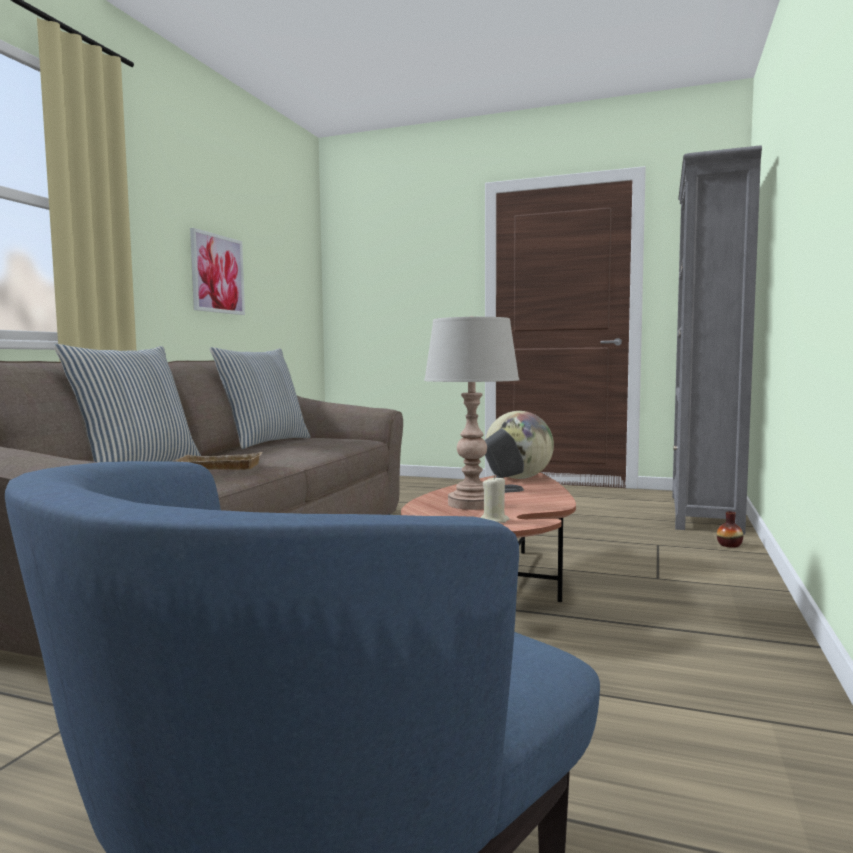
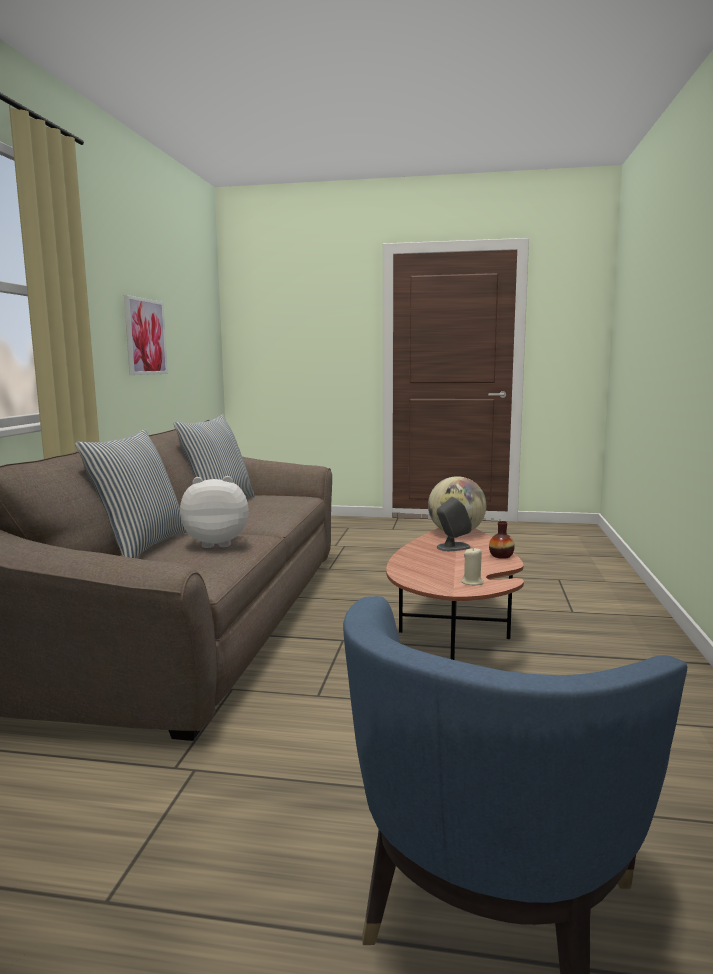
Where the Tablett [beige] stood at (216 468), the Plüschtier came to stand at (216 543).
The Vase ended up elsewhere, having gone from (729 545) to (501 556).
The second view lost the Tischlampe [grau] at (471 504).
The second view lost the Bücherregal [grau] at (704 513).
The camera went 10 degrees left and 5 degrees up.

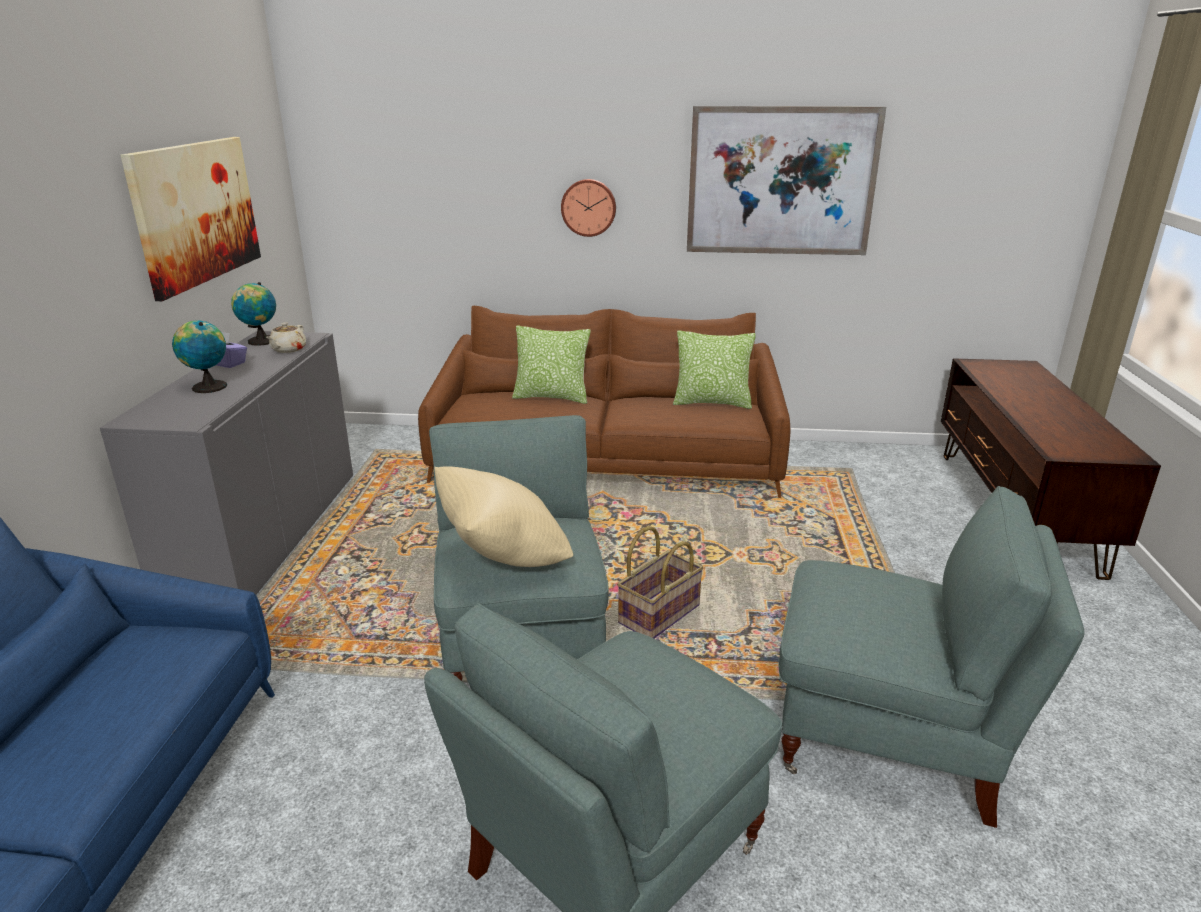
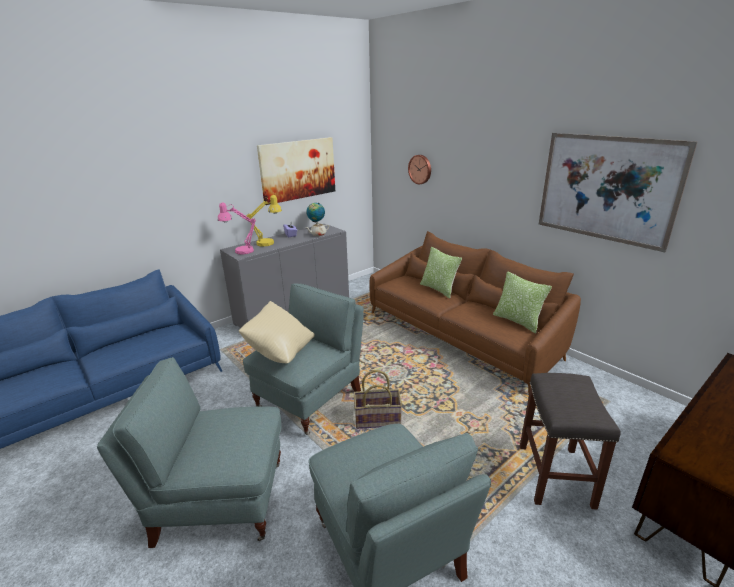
The second view gained the Tischlampe [rosa] at (240 251).
Where the Globus stood at (208 387), the Tischlampe [gelb] came to stand at (269 243).
The Wanduhr ended up elsewhere, having gone from (588 207) to (420 169).
The second view gained the Hocker [grau] at (556 476).
The camera went 45 degrees right and 0 degrees up.

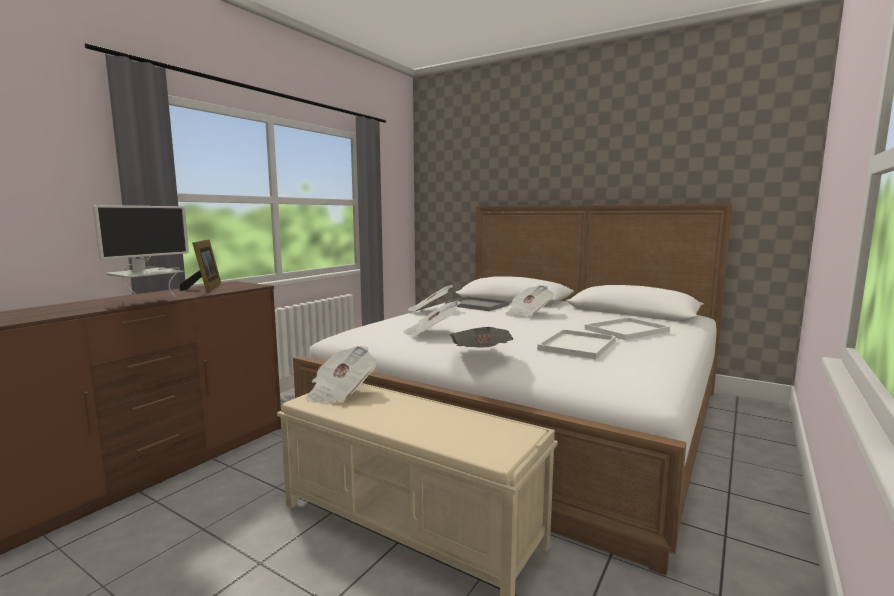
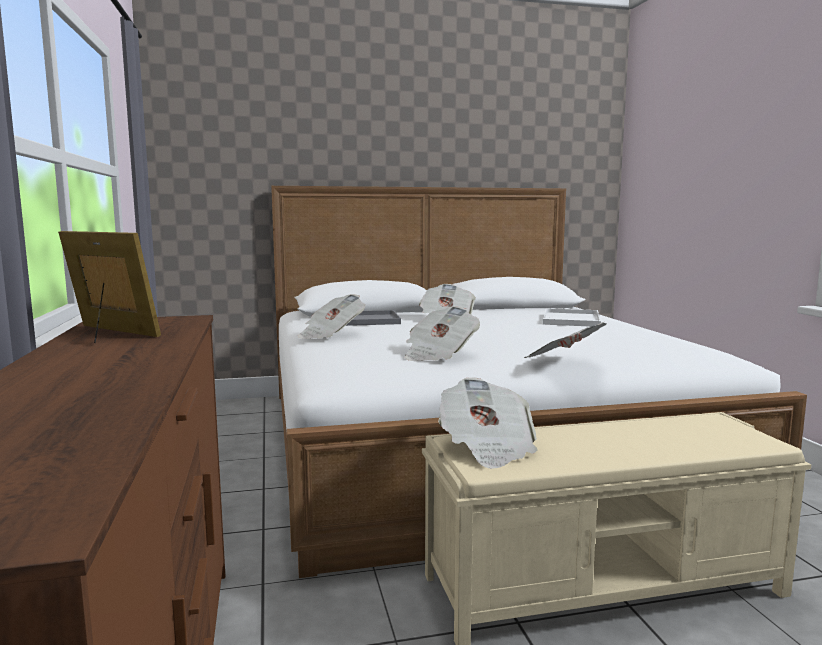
The second view lost the Monitor at (149 301).
The second view lost the Tablett [weiß] at (578 346).
The camera went 45 degrees left and 0 degrees up.

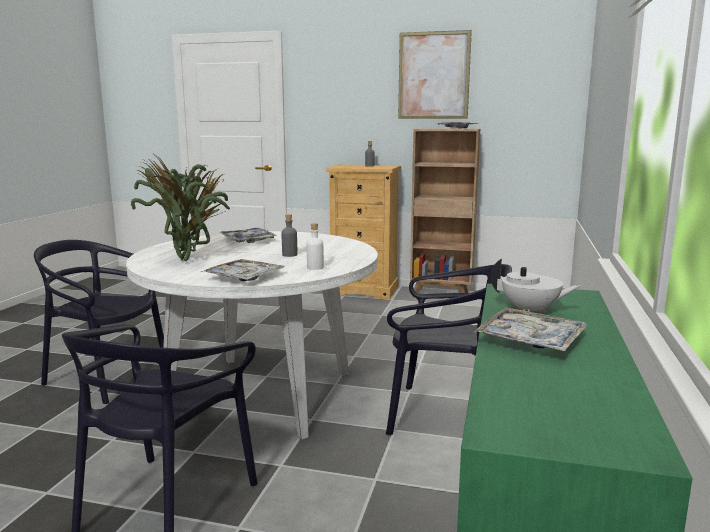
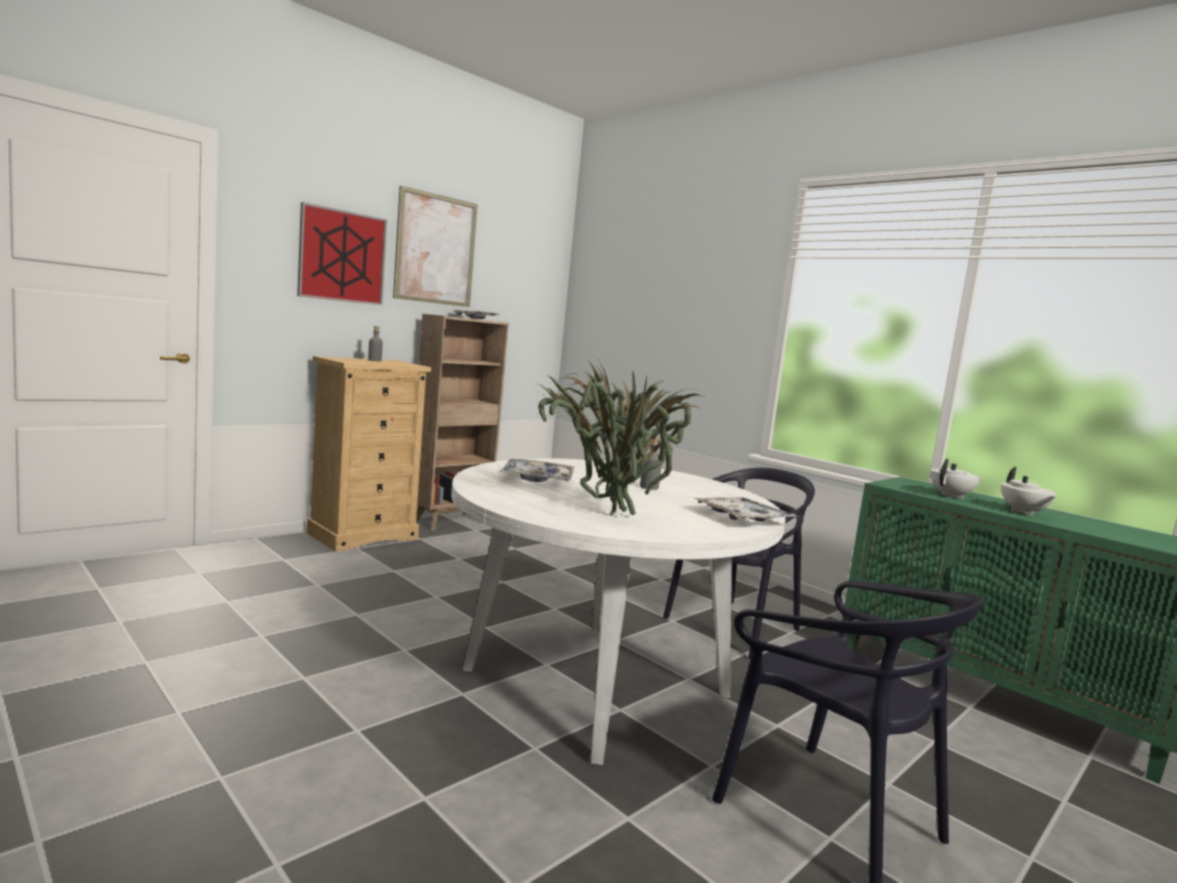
The second view gained the Bild at (342 256).
Where the Tablett stood at (531 340), the Teekanne [weiß] came to stand at (1023 512).
The second view lost the Stuhl [schwarz] at (106 377).
The second view lost the Flasche [weiß] at (315 267).
The camera went 60 degrees left and 5 degrees down.

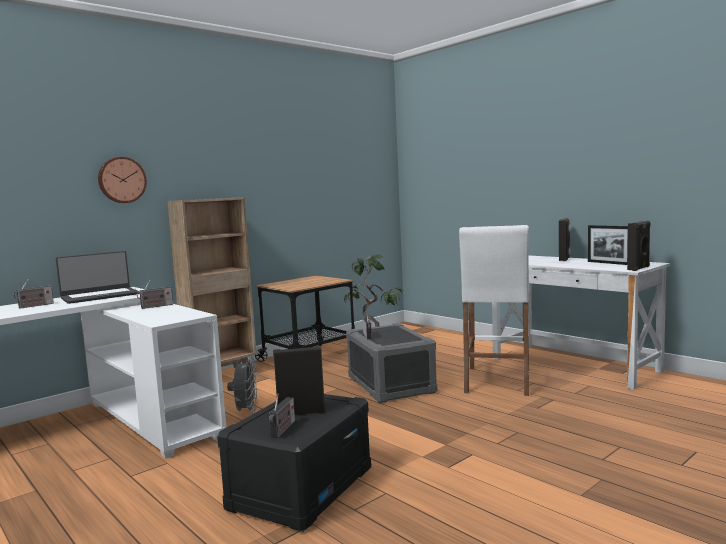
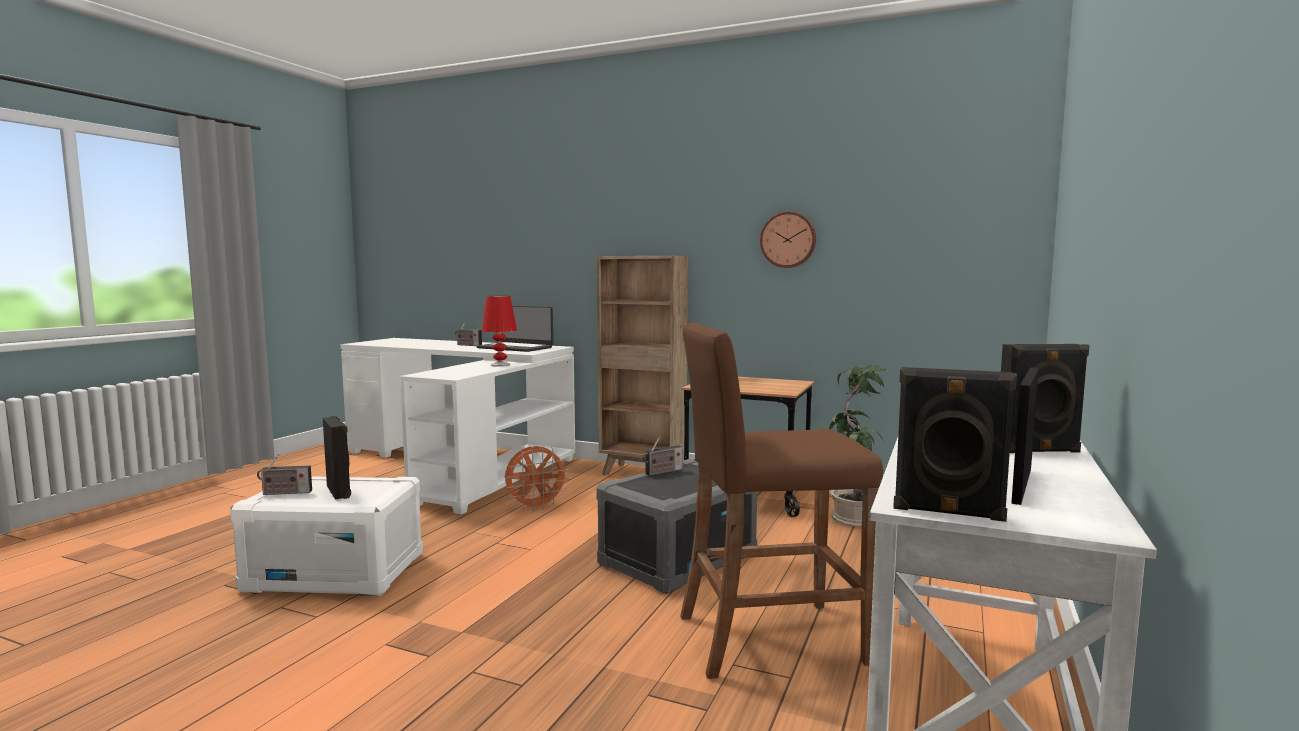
What was the Aufbewahrungsbox [schwarz] at (301 488) turned into the Aufbewahrungsbox [weiß] at (336 572).
Where the Radio stood at (155 306), the Tischlampe [rot] came to stand at (500 365).
What was the Ventilator [grau] at (246 412) turned into the Ventilator [orange] at (536 507).
What was the Hocker [weiß] at (497 381) turned into the Hocker [braun] at (769 638).
The Wanduhr ended up elsewhere, having gone from (121 180) to (788 240).
The camera went 65 degrees right and 0 degrees up.

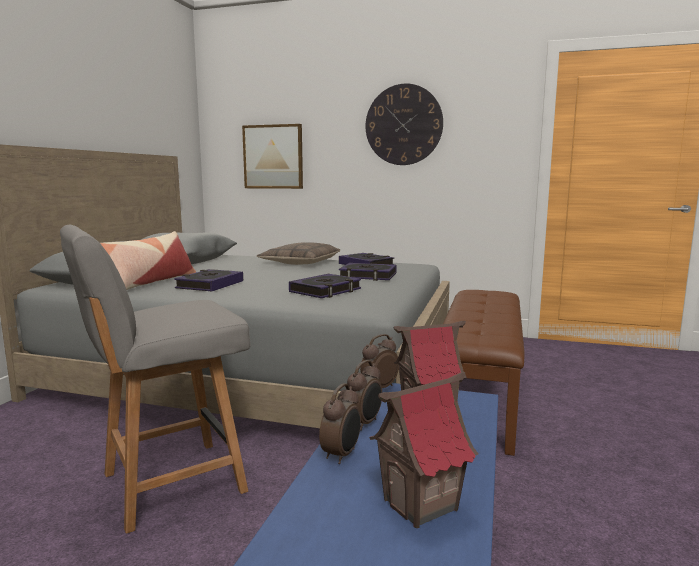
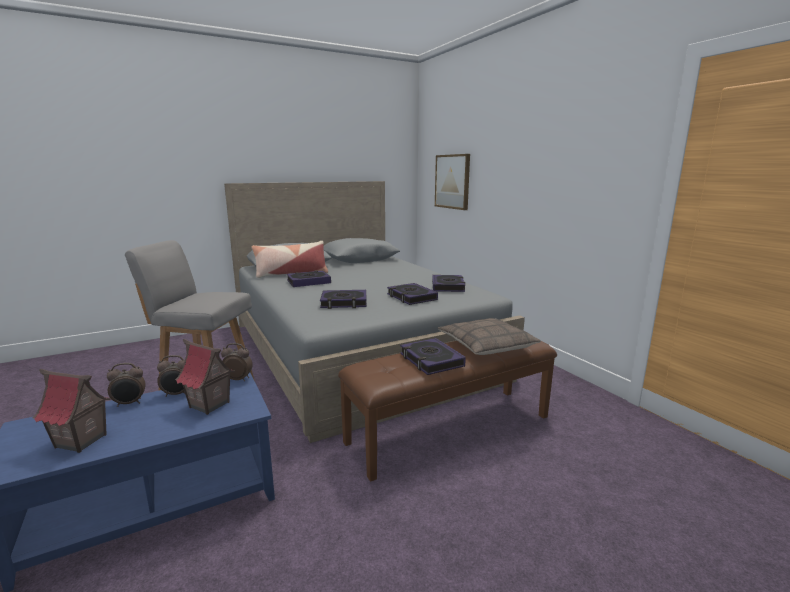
The second view gained the Buch at (431 360).
The Kissen ended up elsewhere, having gone from (300 262) to (486 345).
The second view lost the Wanduhr at (403 125).
The camera went 45 degrees right and 5 degrees up.

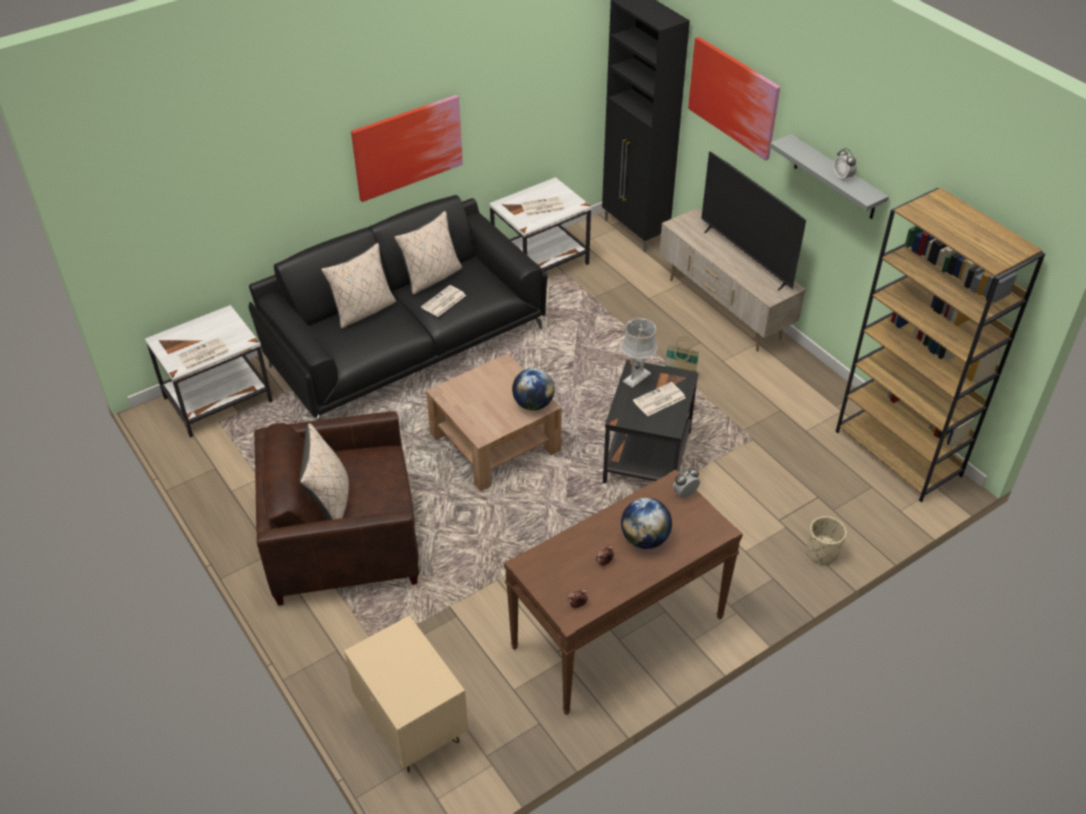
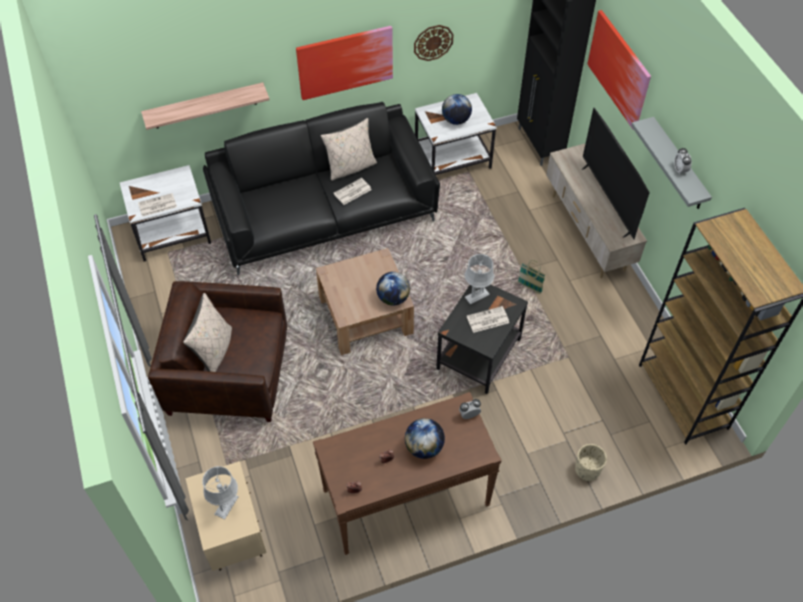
The second view gained the Wandregal at (204 106).
The second view gained the Tischlampe [grau] at (226 506).
The second view gained the Wanduhr at (433 42).
Where the Zeitung stood at (542 207), the Globus came to stand at (456 120).
The second view lost the Kissen [beige] at (363 311).
The camera went 15 degrees right and 10 degrees up.

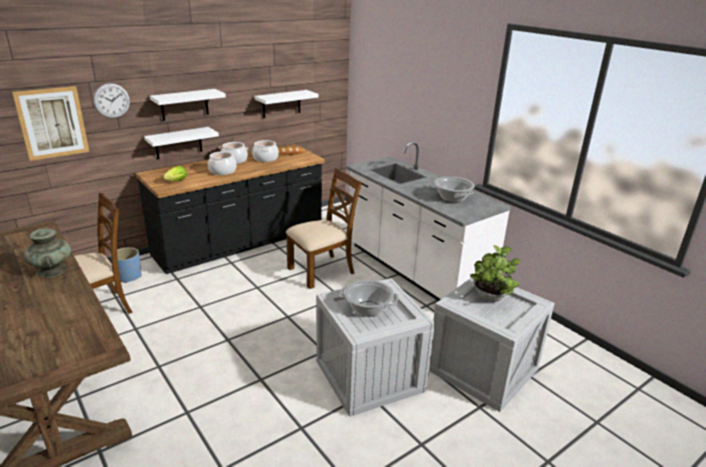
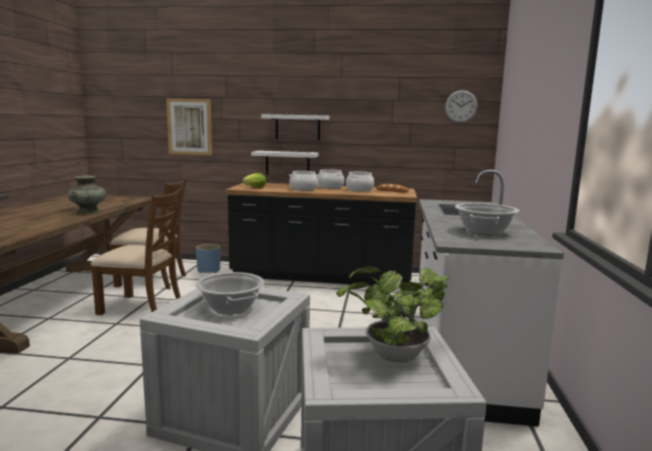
The Stuhl [braun] ended up elsewhere, having gone from (322 270) to (142 307).
The Wanduhr ended up elsewhere, having gone from (111 100) to (461 106).
The second view lost the Wandregal [weiß] at (281 104).
The camera went 45 degrees right and 15 degrees down.

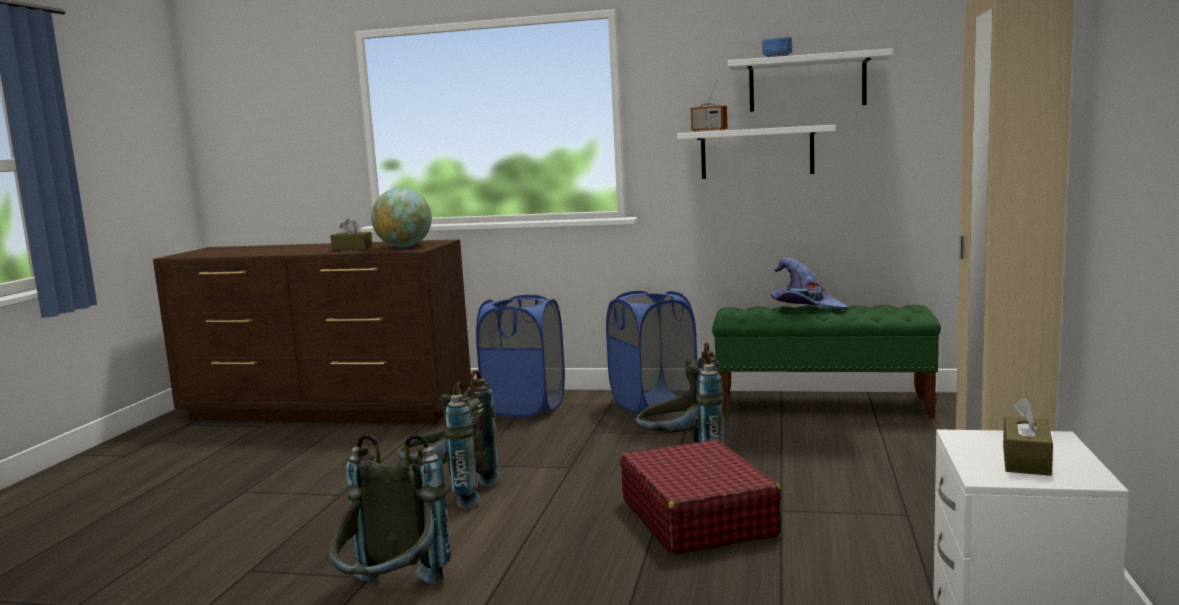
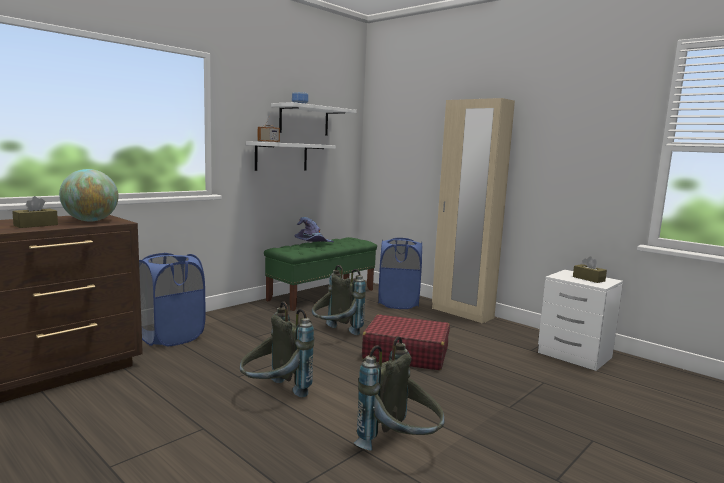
The Wäschekorb [blau] ended up elsewhere, having gone from (653 404) to (398 303).
The camera went 60 degrees left and 0 degrees up.

